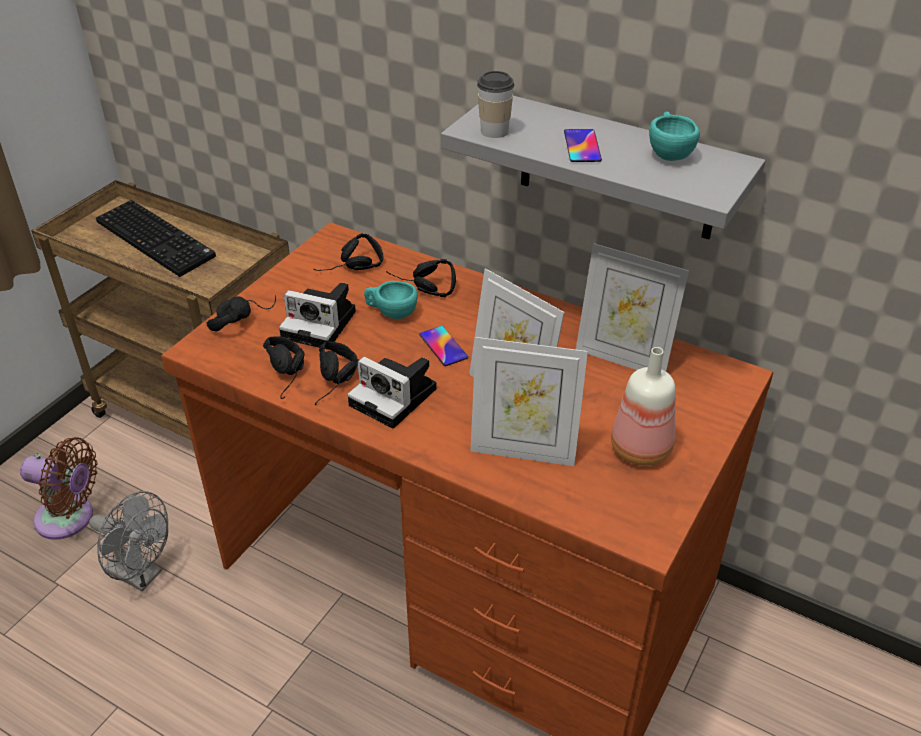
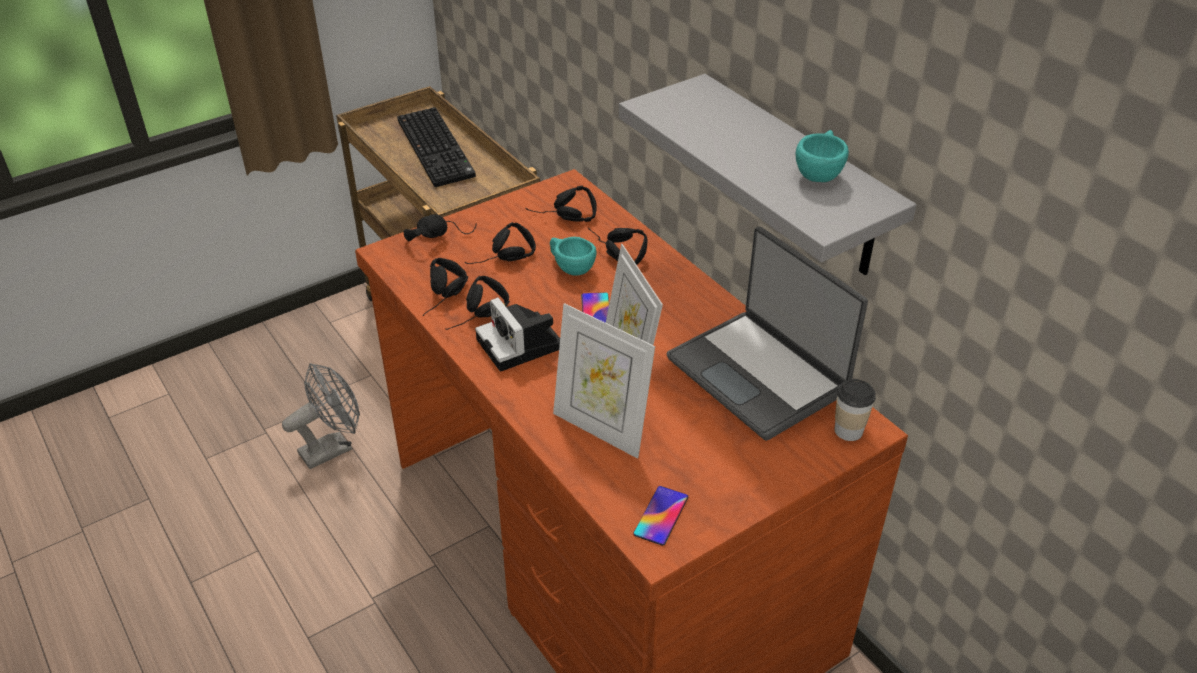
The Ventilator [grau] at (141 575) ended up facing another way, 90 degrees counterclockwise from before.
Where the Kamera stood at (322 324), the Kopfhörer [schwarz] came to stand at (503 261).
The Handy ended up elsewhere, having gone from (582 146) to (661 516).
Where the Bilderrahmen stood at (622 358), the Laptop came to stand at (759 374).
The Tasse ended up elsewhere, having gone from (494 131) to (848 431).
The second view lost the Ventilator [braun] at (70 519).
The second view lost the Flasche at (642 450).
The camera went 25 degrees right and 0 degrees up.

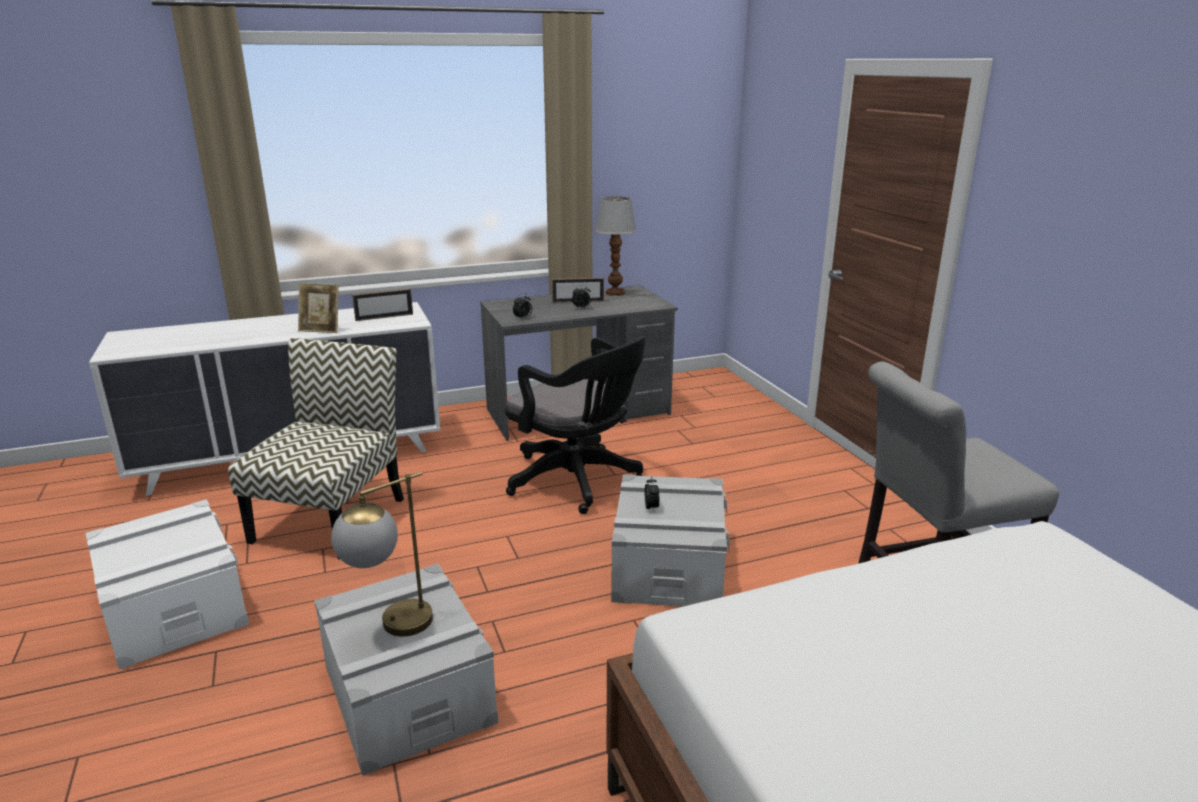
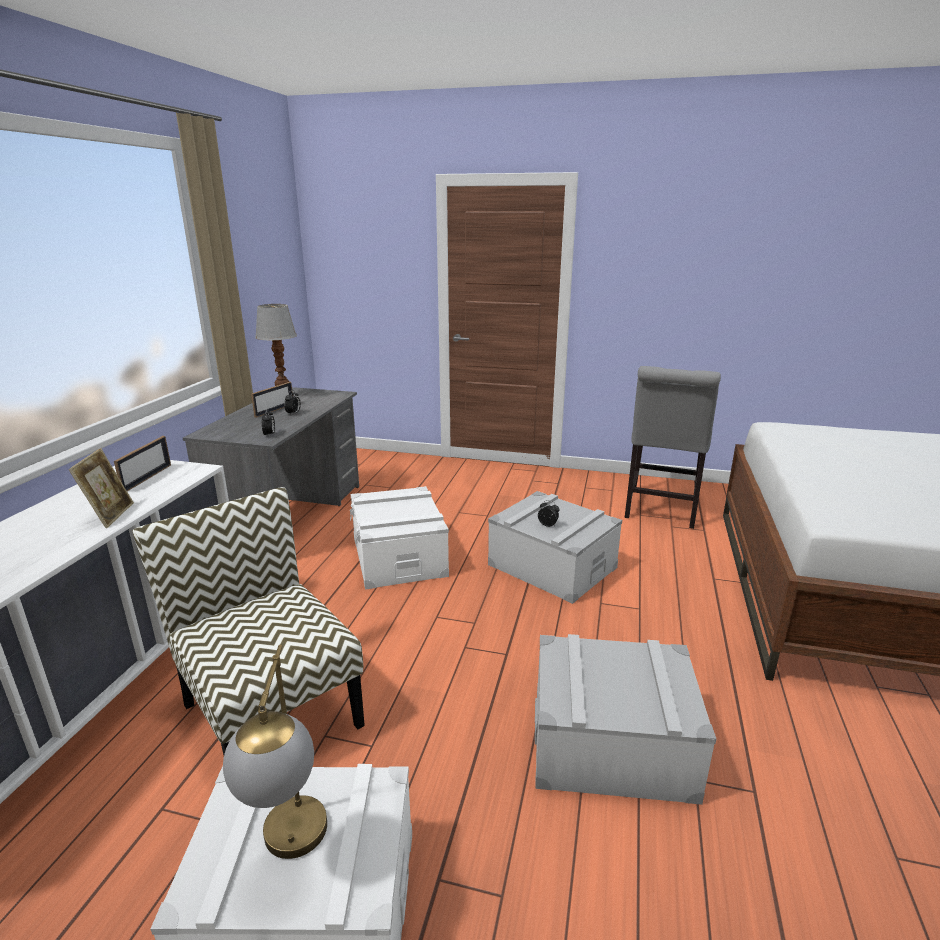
The Bilderrahmen at (321 330) ended up facing another way, 45 degrees counterclockwise from before.
The Tischlampe ended up elsewhere, having gone from (391 628) to (292 852).
Where the Bürostuhl [schwarz] stood at (578 482), the Aufbewahrungsbox [weiß] came to stand at (399 557).
The camera went 55 degrees left and 0 degrees up.

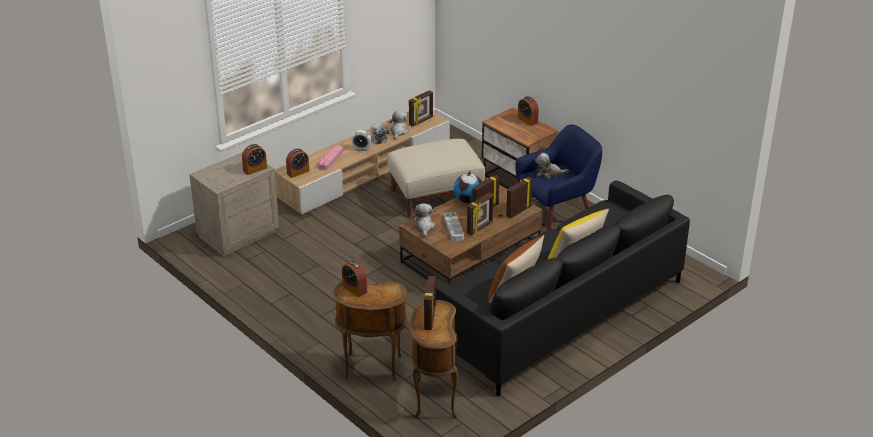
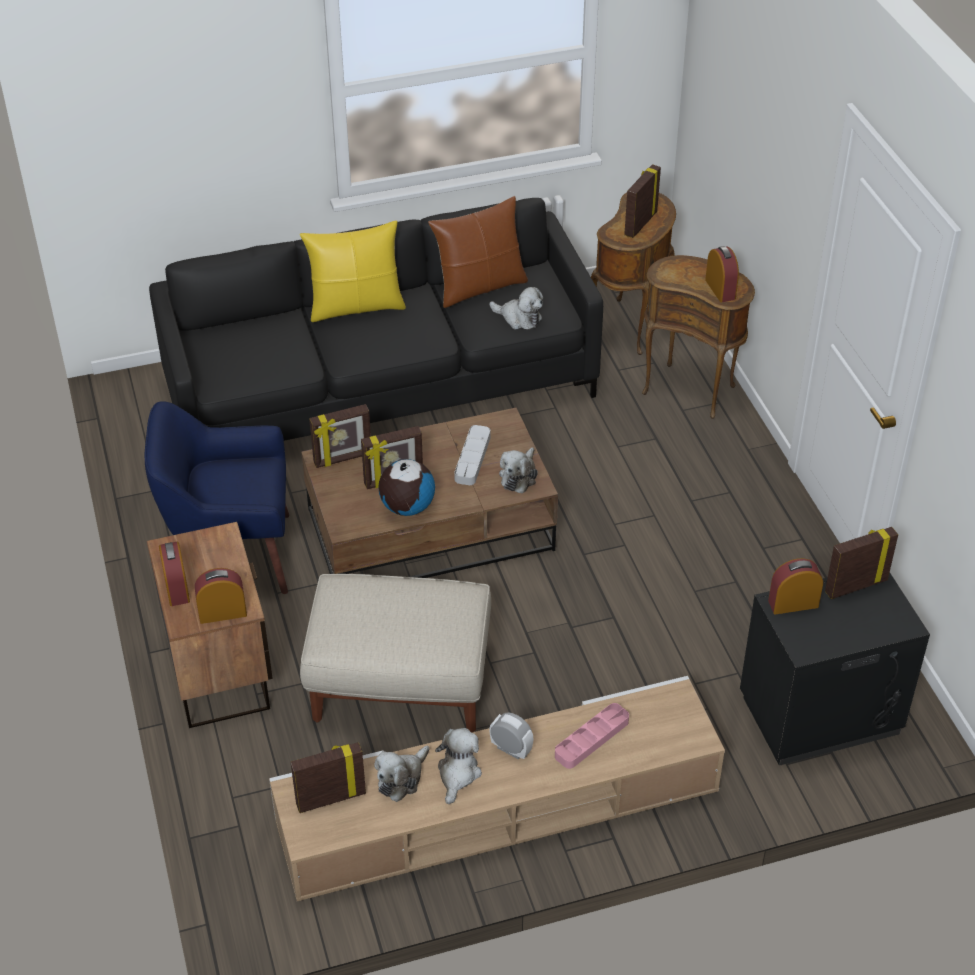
The Wecker ended up elsewhere, having gone from (298 172) to (222 612).
The Plüschtier ended up elsewhere, having gone from (549 173) to (519 318).
What was the Nachttisch [beige] at (238 233) turned into the Nachttisch [schwarz] at (821 716).
The Bilderrahmen ended up elsewhere, having gone from (480 228) to (855 585).
The camera went 155 degrees left and 10 degrees up.

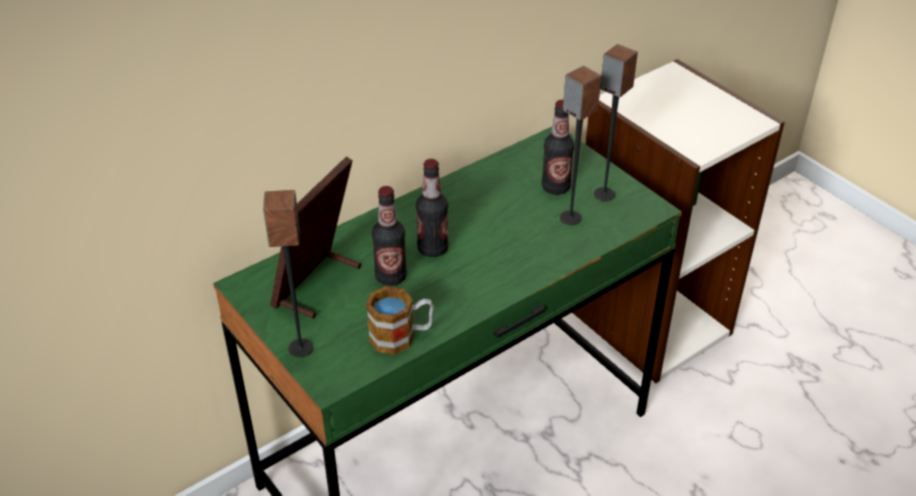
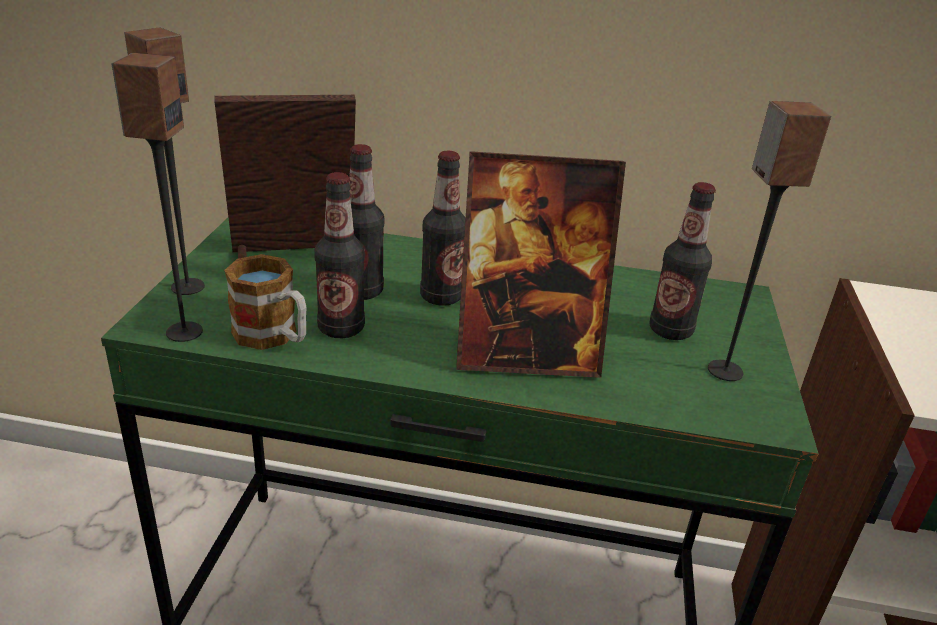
The Lautsprecher ended up elsewhere, having gone from (570 218) to (183 332).
The second view gained the Flasche at (341 328).
The second view gained the Bilderrahmen at (526 355).
The camera went 45 degrees right and 10 degrees down.

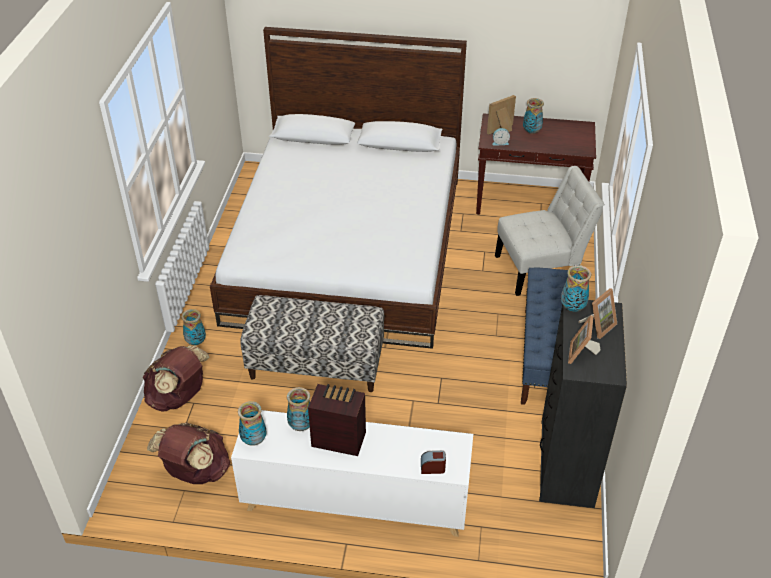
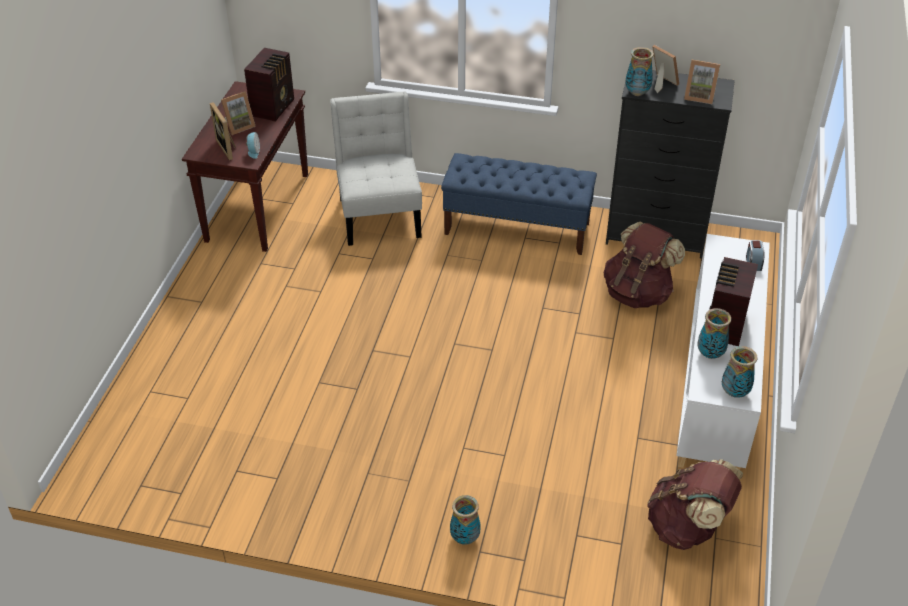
Where the Vase stood at (532 132), the Bilderrahmen came to stand at (238 126).
The second view gained the Radio at (274 107).
The Rucksack [braun] ended up elsewhere, having gone from (179 397) to (638 293).
The second view lost the Bett at (348 248).
The second view lost the Bank at (316 365).
The camera went 85 degrees left and 0 degrees up.

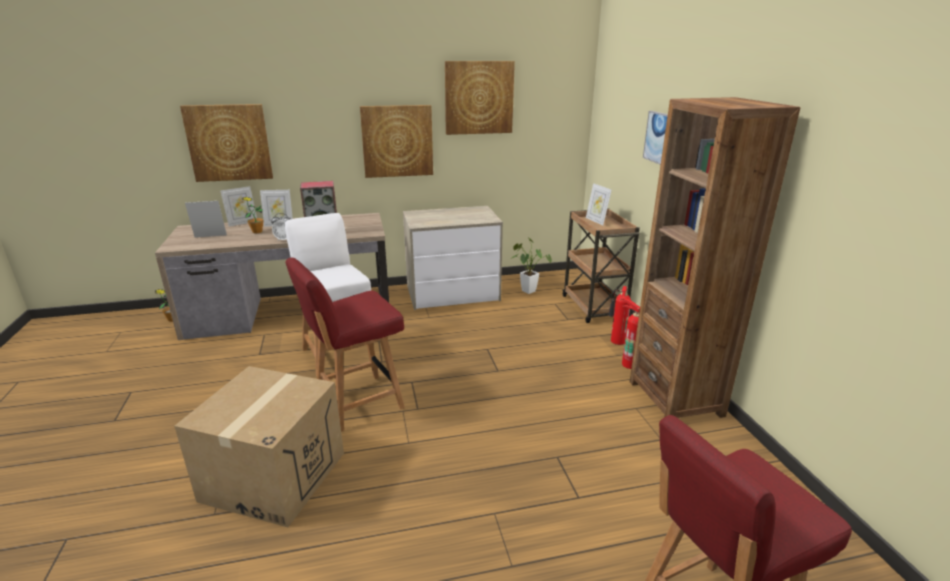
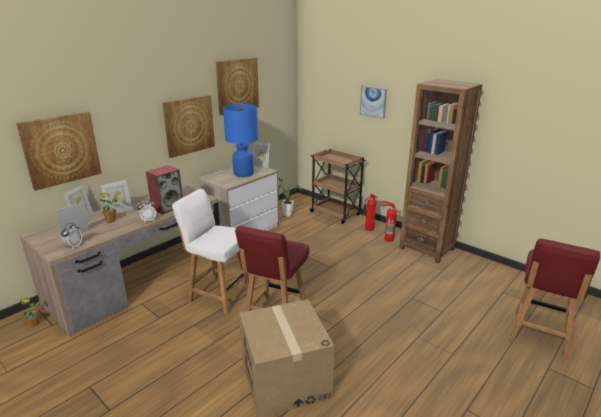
The second view gained the Wecker at (73 246).
The second view gained the Tischlampe [blau] at (243 174).
The Bilderrahmen ended up elsewhere, having gone from (596 221) to (261 166).
The camera went 35 degrees left and 0 degrees up.

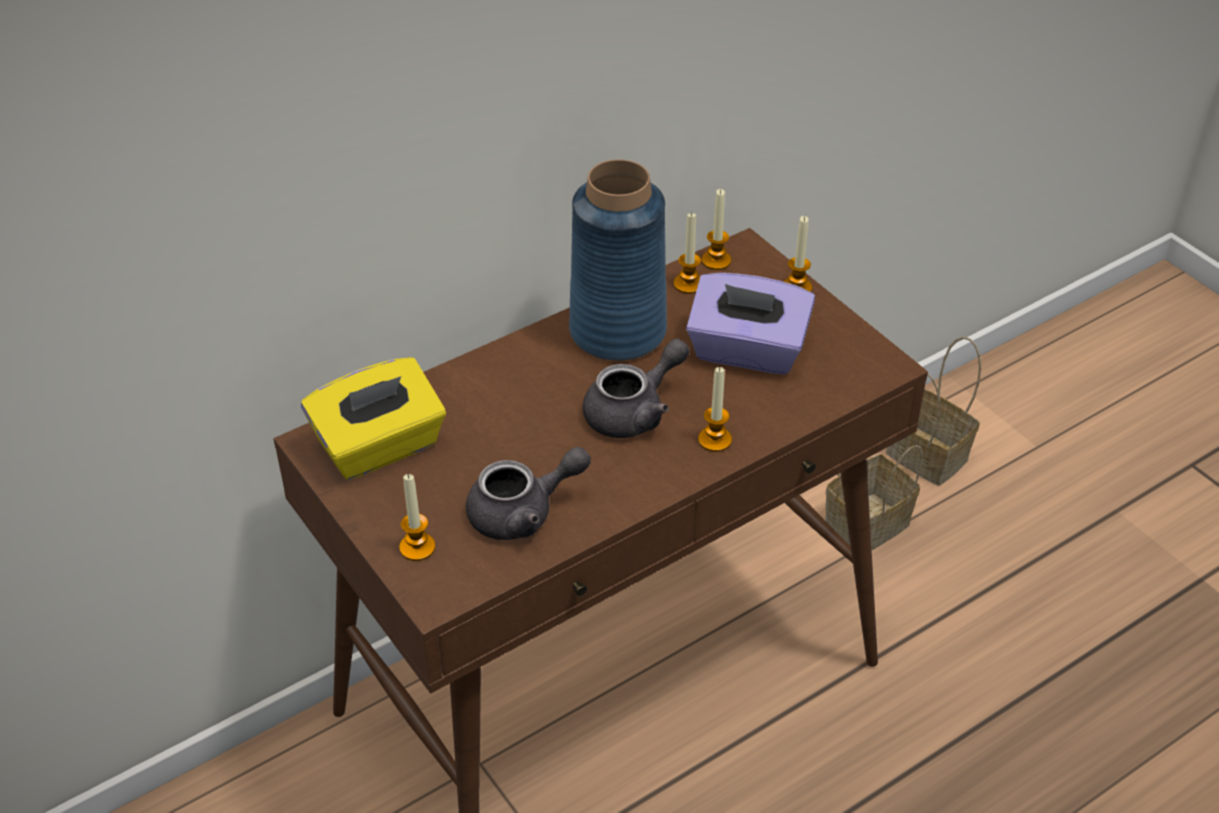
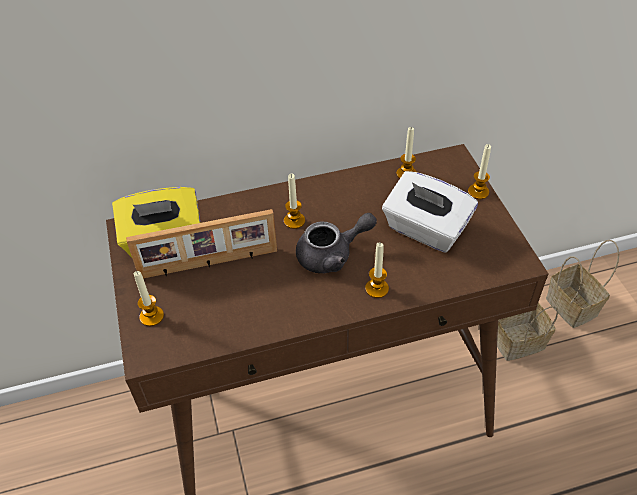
The second view gained the Bilderrahmen at (209 264).
The Kerze ended up elsewhere, having gone from (716 260) to (294 221).
What was the Taschentuchbox [lila] at (747 352) turned into the Taschentuchbox [weiß] at (425 230).
The second view lost the Teekanne [grau] at (523 513).
The second view lost the Vase [blau] at (618 332).
The camera went 20 degrees right and 5 degrees up.

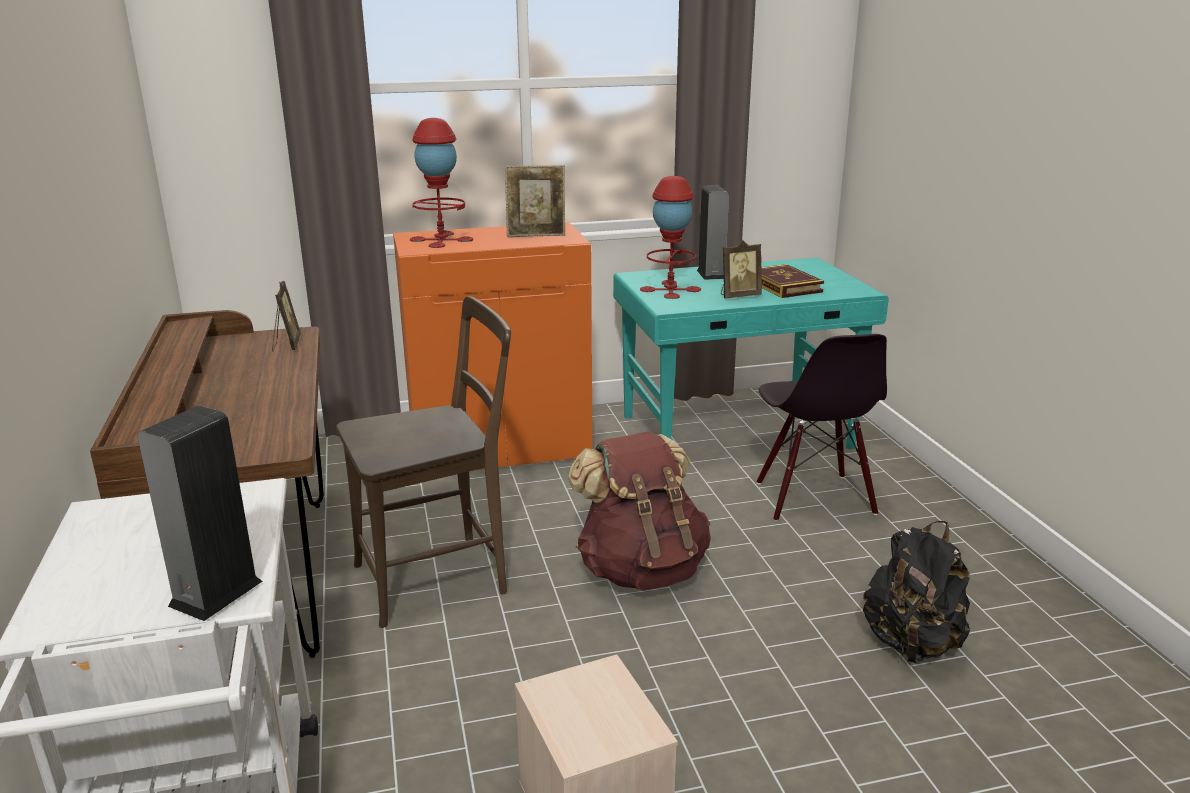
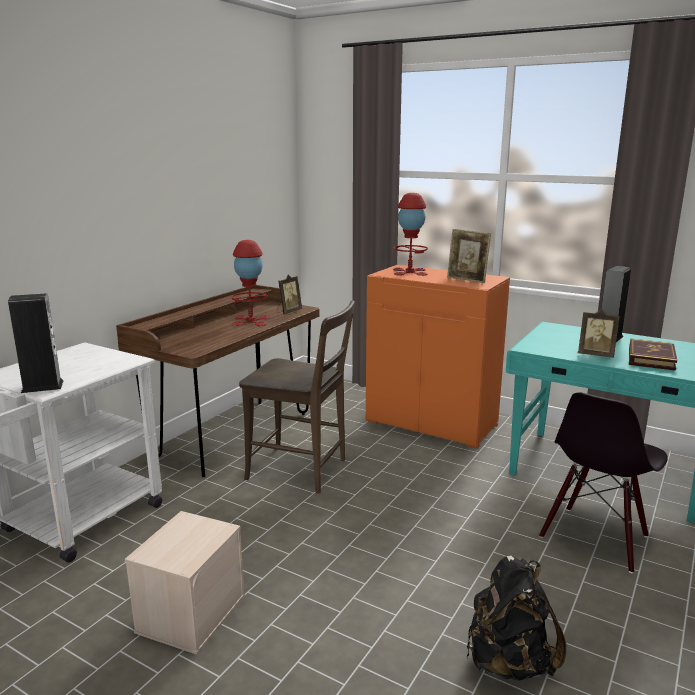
The Tischlampe [rot] ended up elsewhere, having gone from (670 289) to (251 321).
The second view lost the Rucksack [braun] at (641 569).
The camera went 45 degrees right and 5 degrees down.

